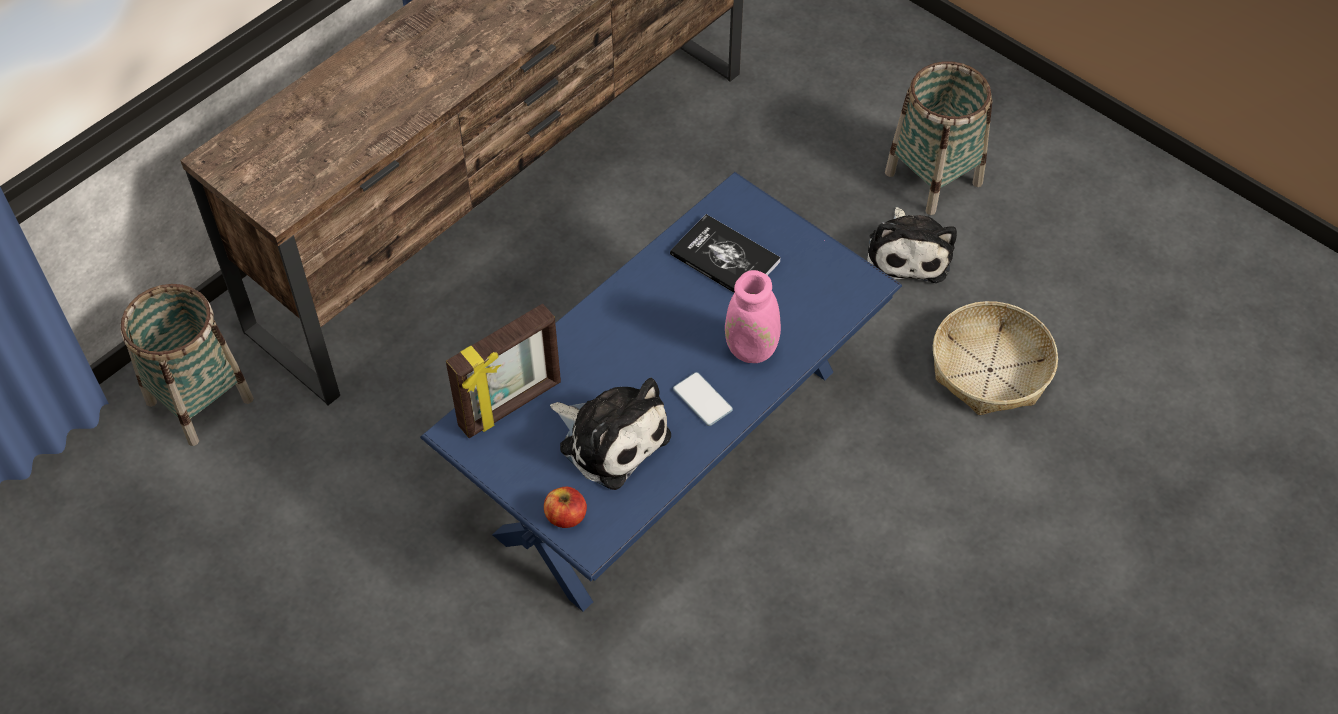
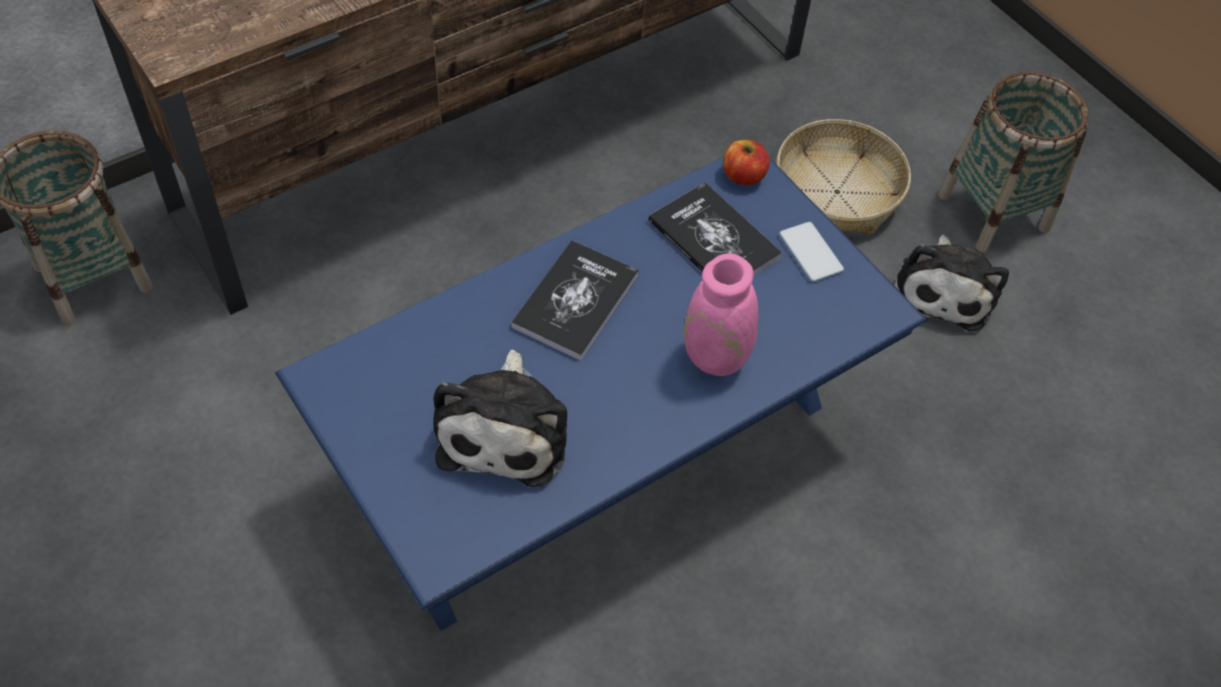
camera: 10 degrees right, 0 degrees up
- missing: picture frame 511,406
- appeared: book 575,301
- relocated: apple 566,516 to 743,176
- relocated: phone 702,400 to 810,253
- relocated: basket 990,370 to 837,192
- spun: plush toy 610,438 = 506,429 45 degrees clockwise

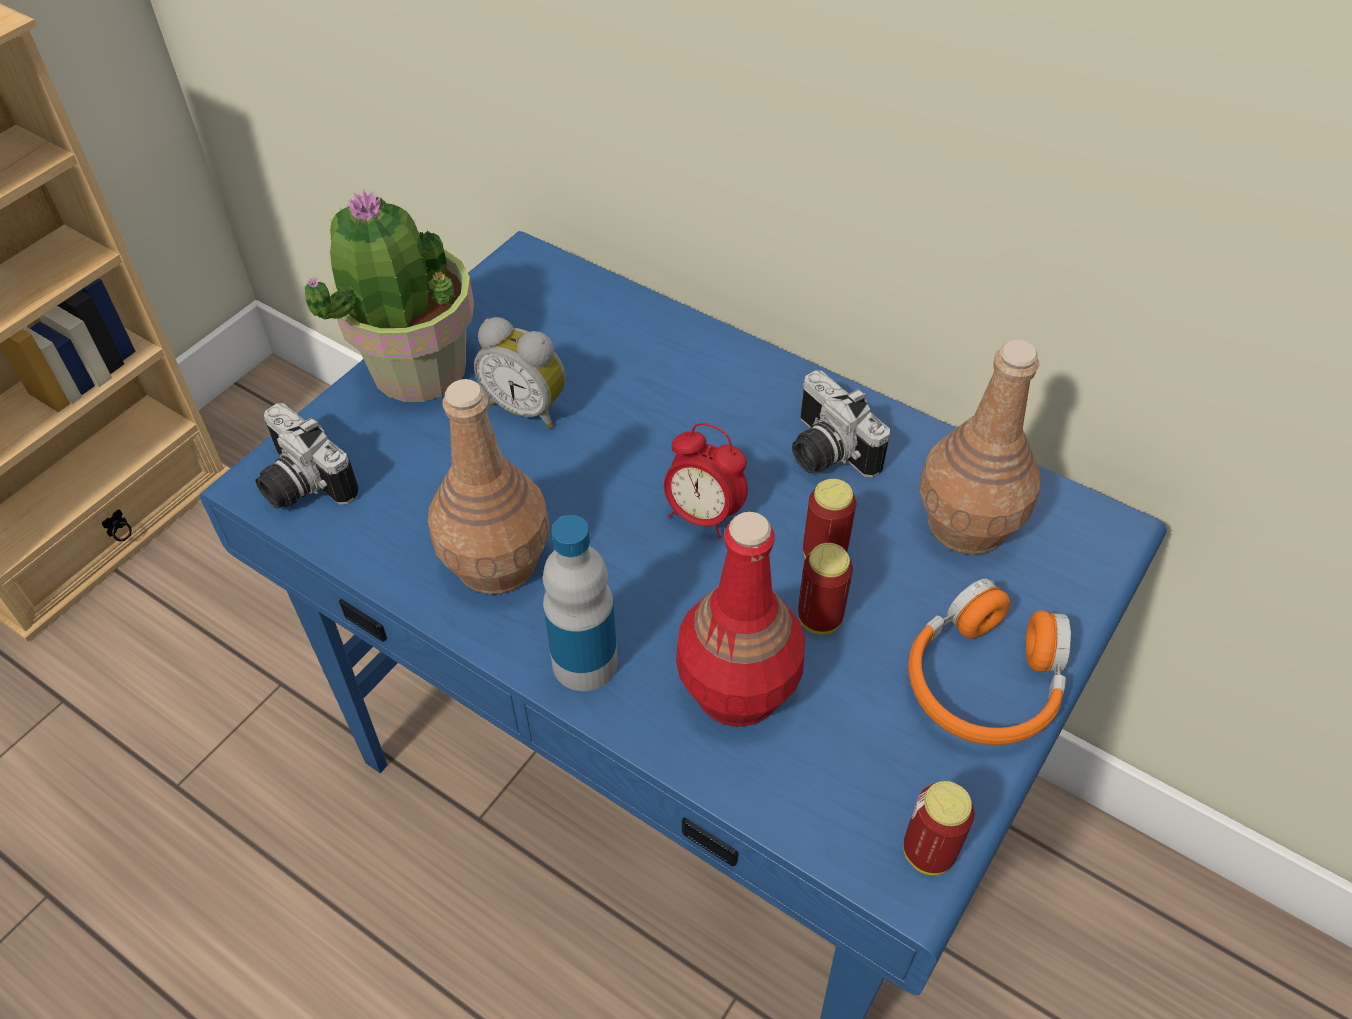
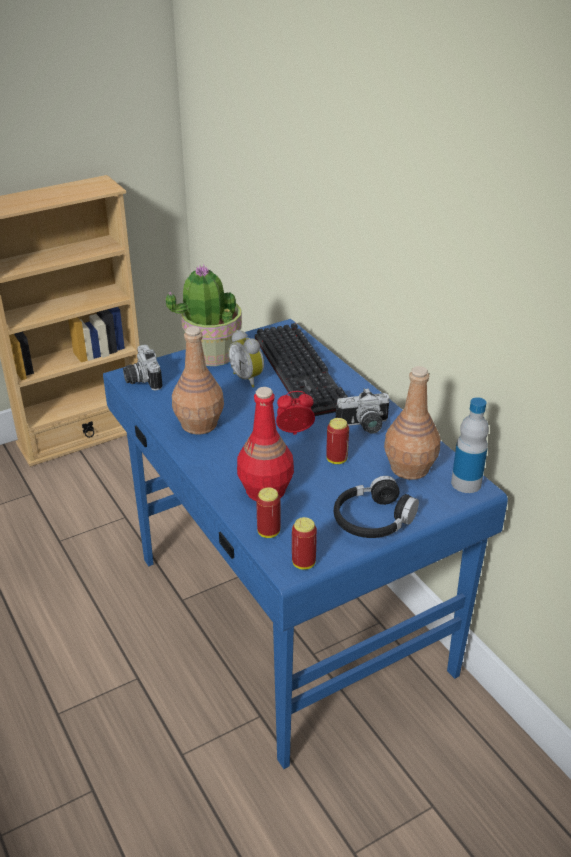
camera: 25 degrees right, 15 degrees down
- appeared: keyboard 303,373
- relocated: bottle 584,662 to 466,483
- relocated: can 819,618 to 268,532
- colour: orange headphones 984,680 to black headphones 373,520
- spun: alarm clock 703,515 = 294,433 120 degrees clockwise
- spun: photo camera 824,452 = 364,426 90 degrees counterclockwise

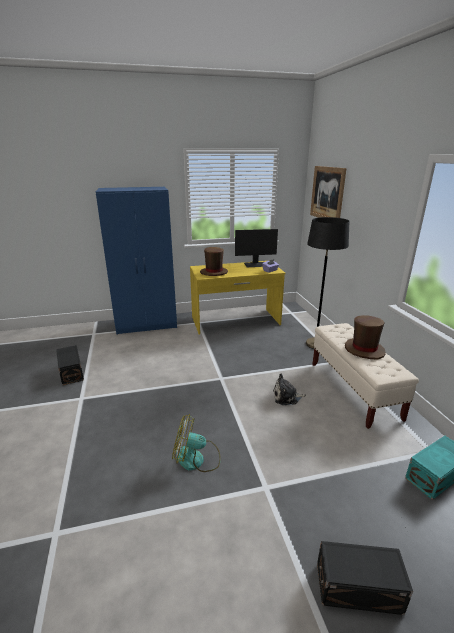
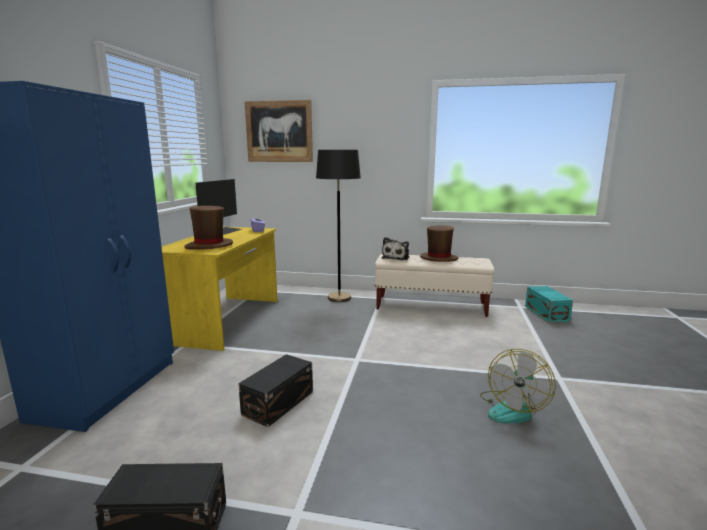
camera: 65 degrees left, 10 degrees down
- relocated: plush toy 287,397 to 396,258
- relocated: black storage box 359,589 to 280,402

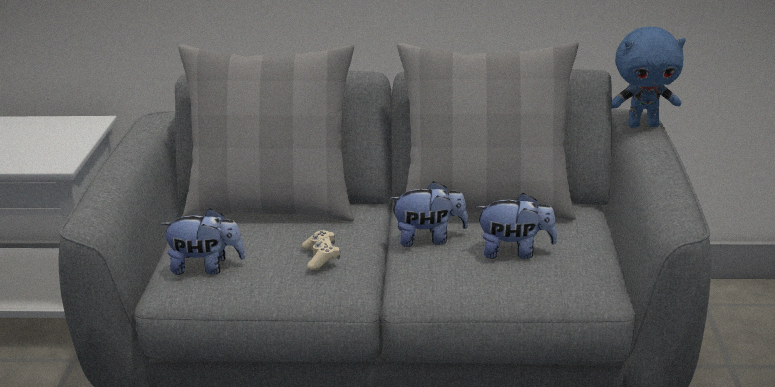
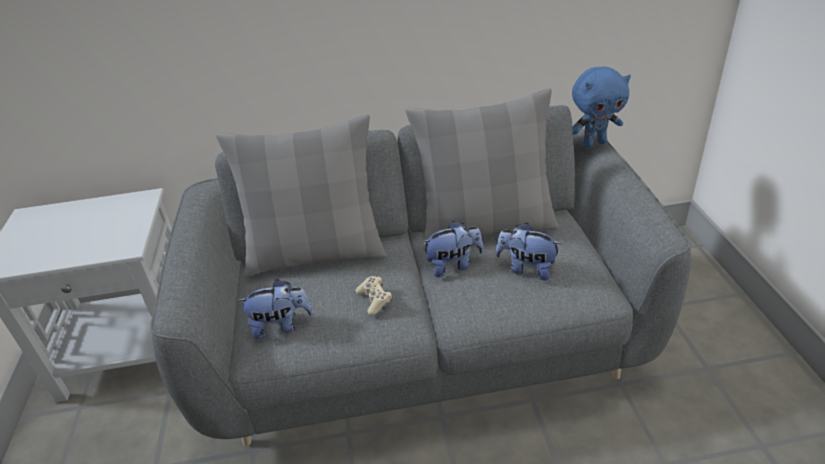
camera: 10 degrees left, 10 degrees up
- spun: plush toy 515,252 = 526,268 150 degrees counterclockwise

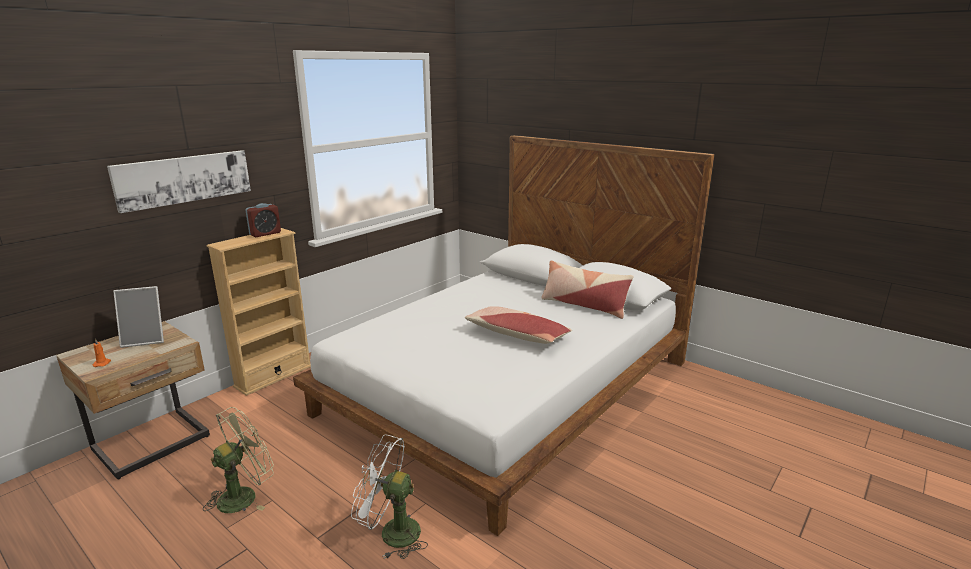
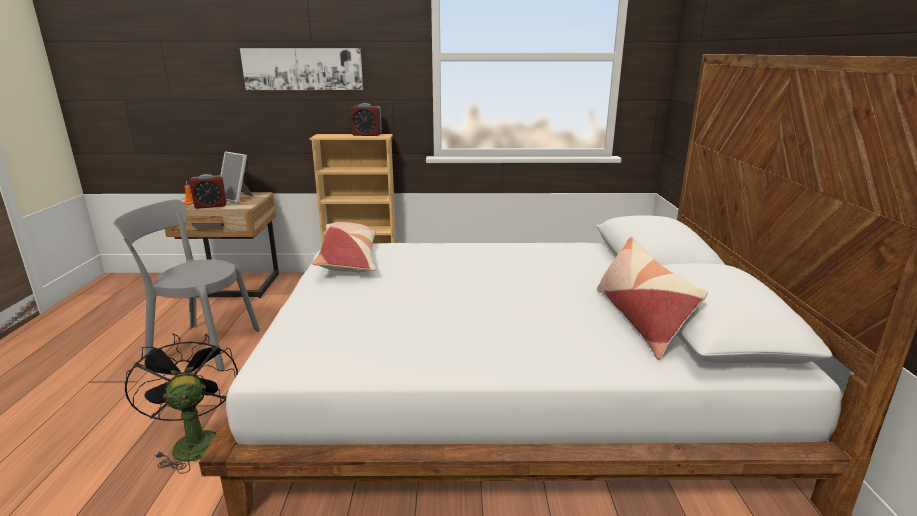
camera: 50 degrees right, 0 degrees up
- appeared: alarm clock 211,206
- relocated: pillow 516,335 to 349,258
- exchanged: green fan 244,495 to grey chair 200,347
- colour: white fan 391,533 to black fan 194,441

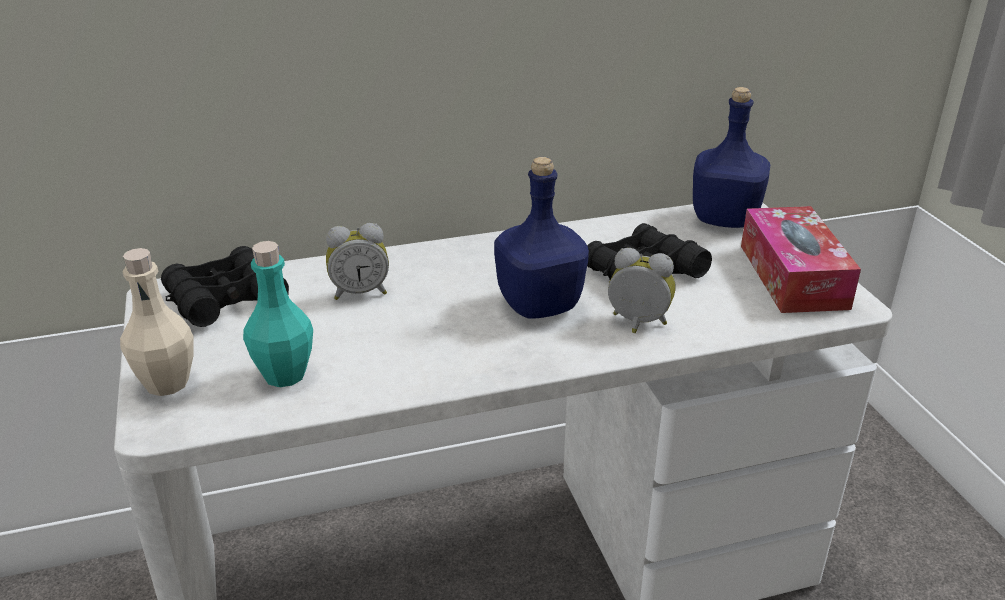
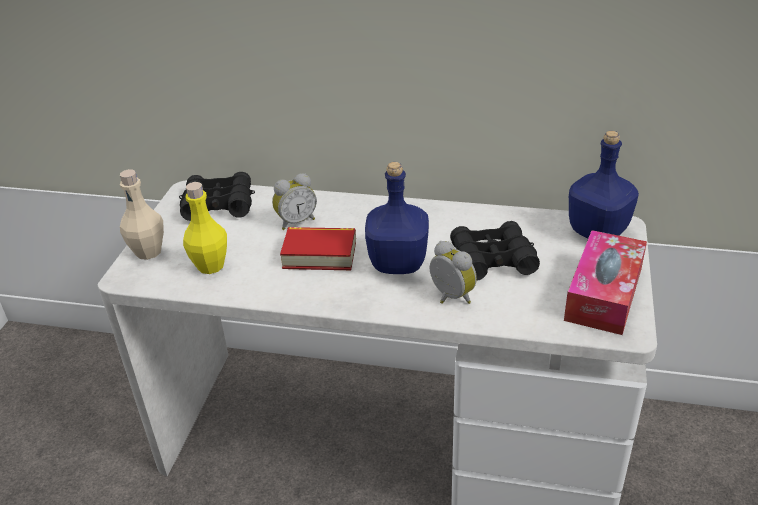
camera: 30 degrees right, 5 degrees up
- appeared: book 320,254
- colour: turquoise bottle 284,375 to yellow bottle 210,266
- spun: alarm clock 360,292 = 296,221 45 degrees counterclockwise

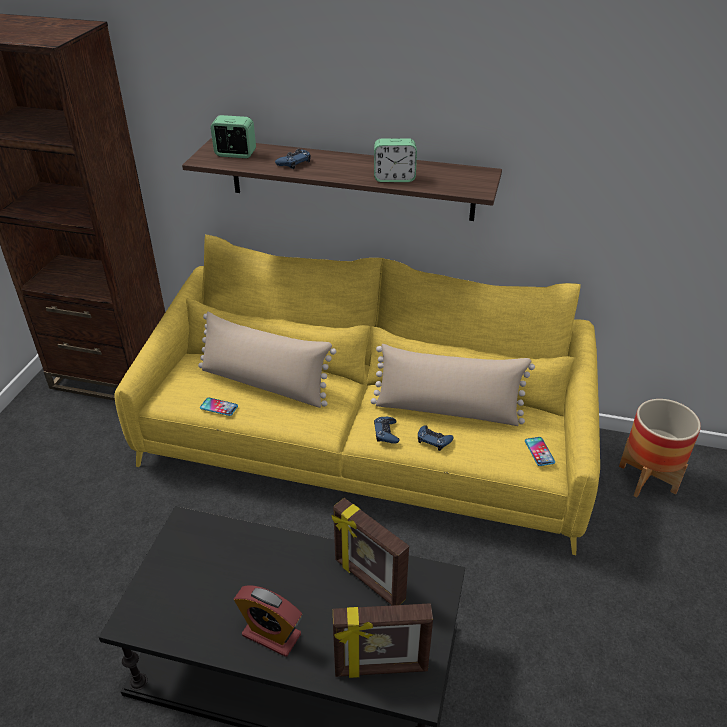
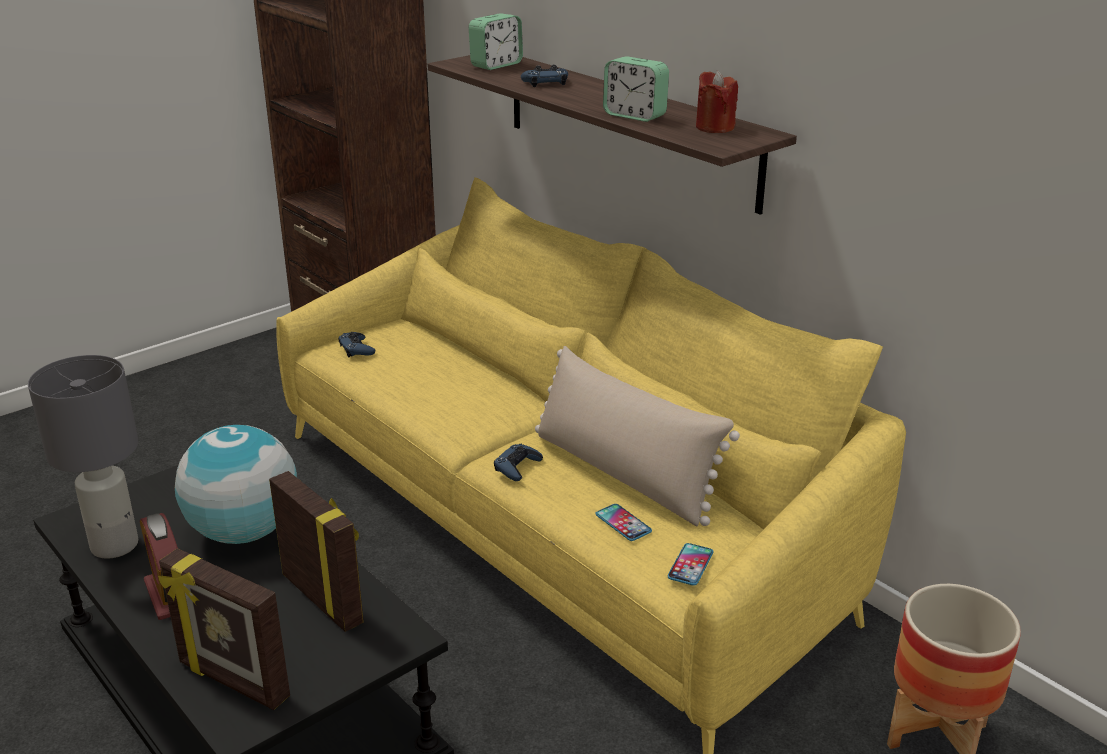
camera: 35 degrees right, 10 degrees down
- missing: beige pillow 264,383
- appeared: grey table lamp 115,544
- appeared: globe 245,532
- appeared: red candle 714,127
- relocated: phone 219,407 to 623,523
- relocated: blue game controller 433,440 to 356,349
- spun: alarm clock 235,154 = 496,65 90 degrees clockwise
- spun: picture frame 368,580 = 324,598 150 degrees clockwise

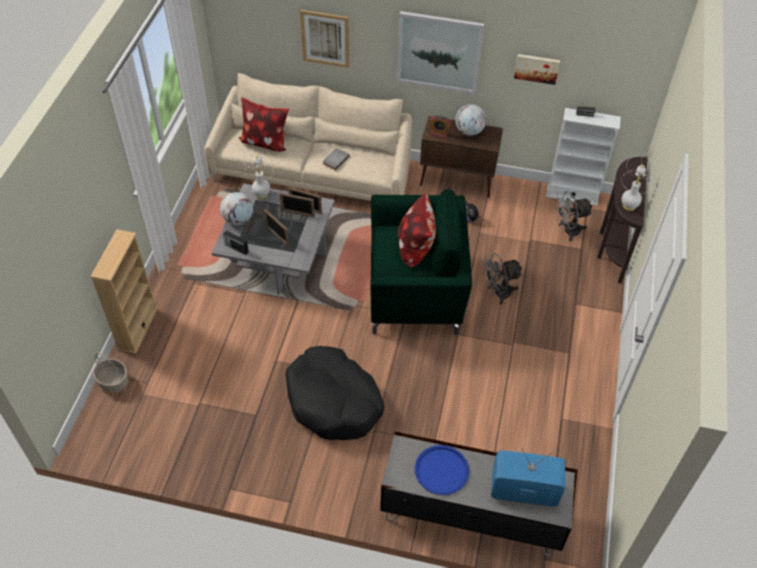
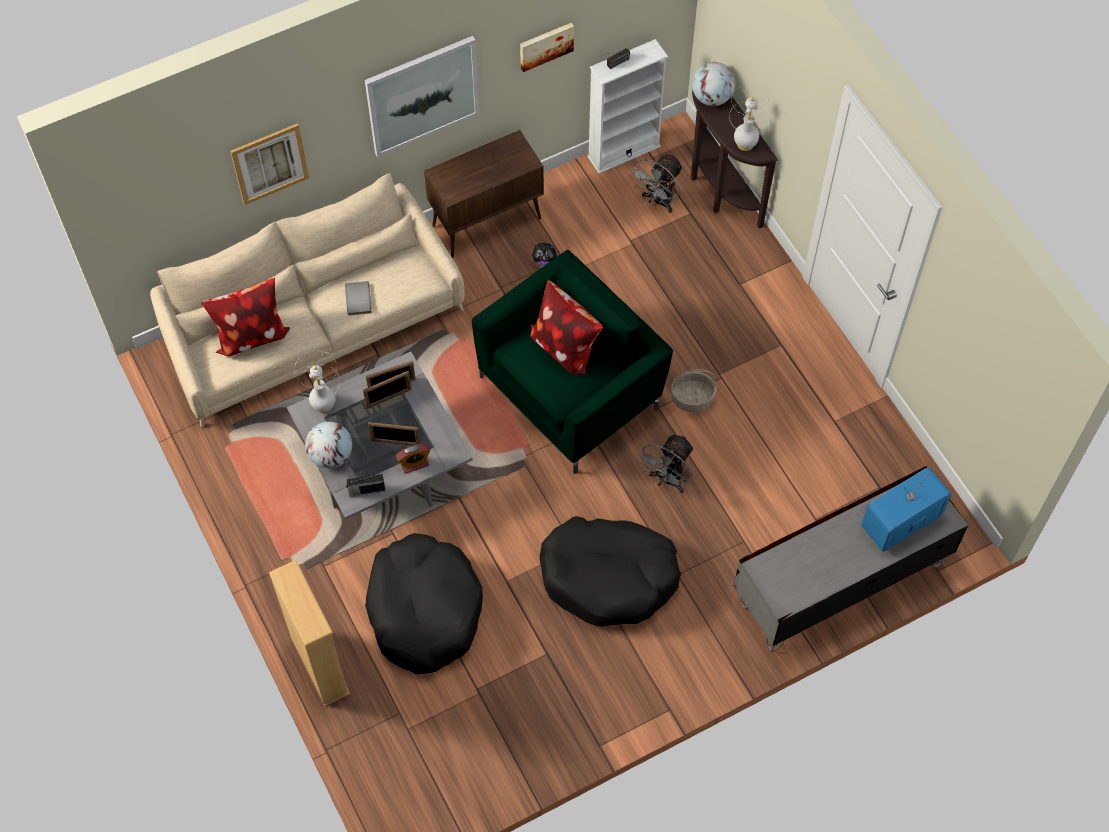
camera: 40 degrees left, 10 degrees up
- missing: blue tray 441,470
- appeared: black dog bed 424,609
- relocated: basket 114,381 to 692,398
- relocated: alarm clock 439,133 to 414,464
- relocated: globe 469,131 to 712,97
- relocated: grey fan 498,293 to 667,480

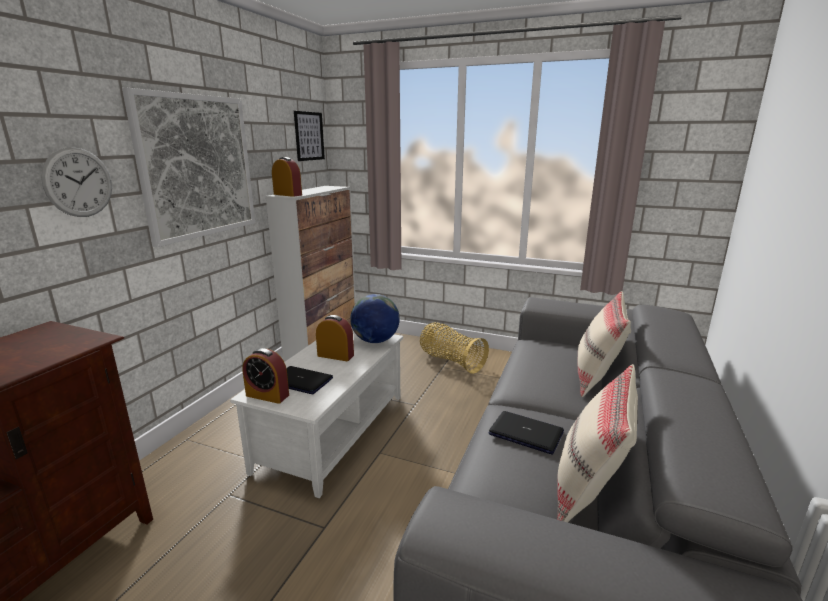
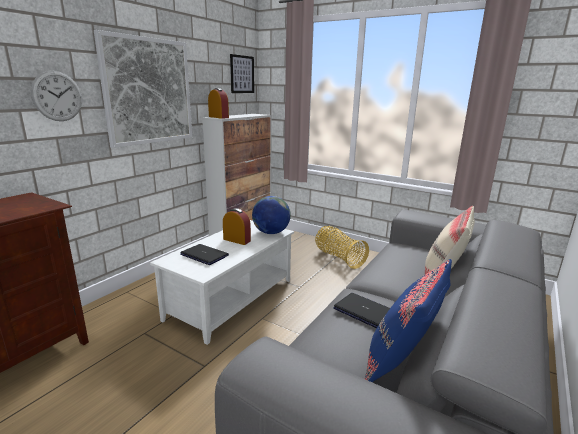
camera: 10 degrees right, 0 degrees up
- missing: alarm clock 267,395
- colour: beige pillow 589,491 to blue pillow 401,362

